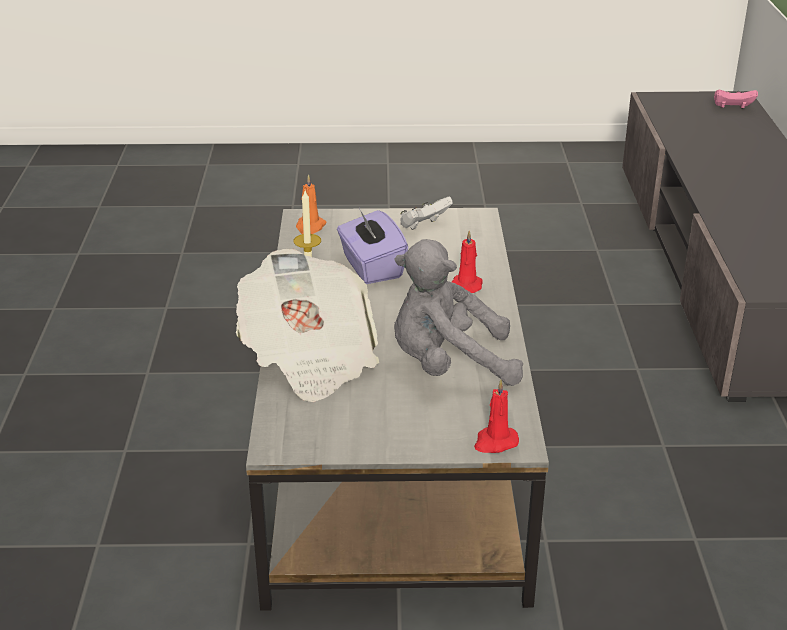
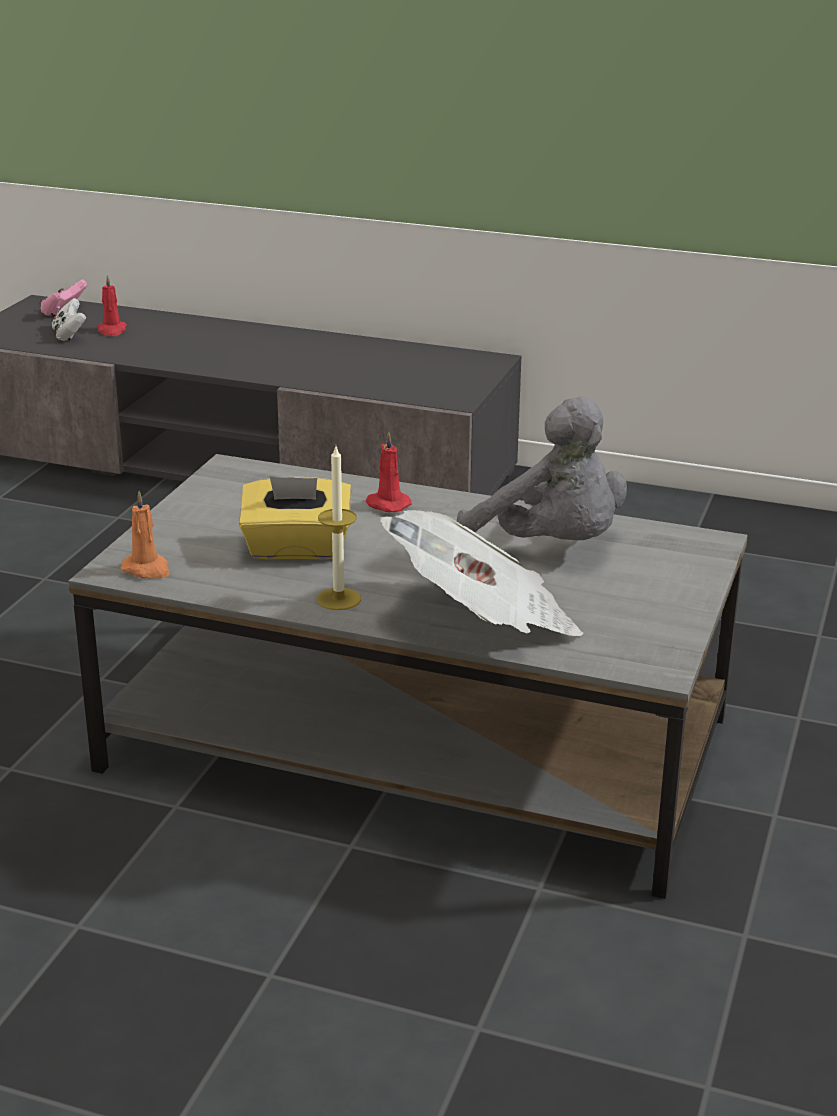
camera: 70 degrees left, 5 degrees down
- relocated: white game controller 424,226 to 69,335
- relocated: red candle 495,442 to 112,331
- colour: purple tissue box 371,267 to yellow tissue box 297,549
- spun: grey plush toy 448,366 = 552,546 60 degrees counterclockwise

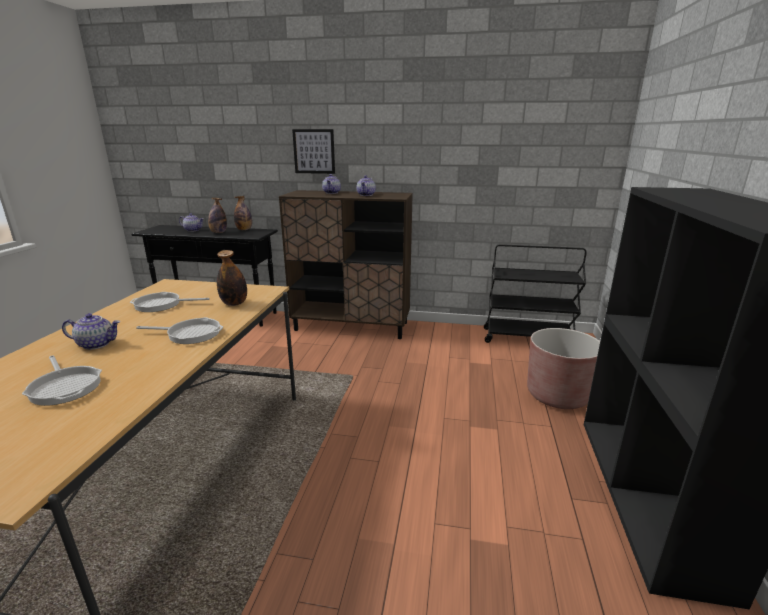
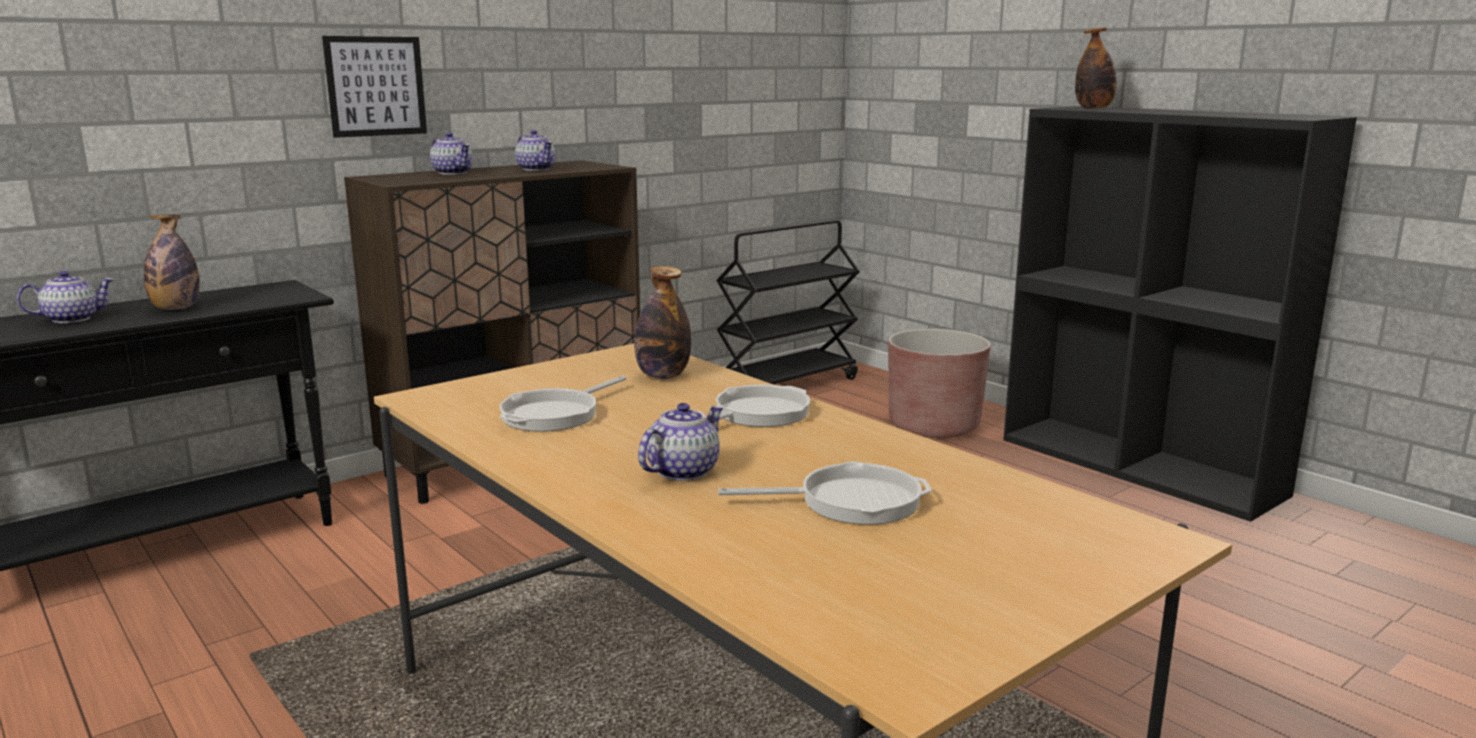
camera: 50 degrees left, 5 degrees down
- relocated: bottle 244,230 to 1093,109

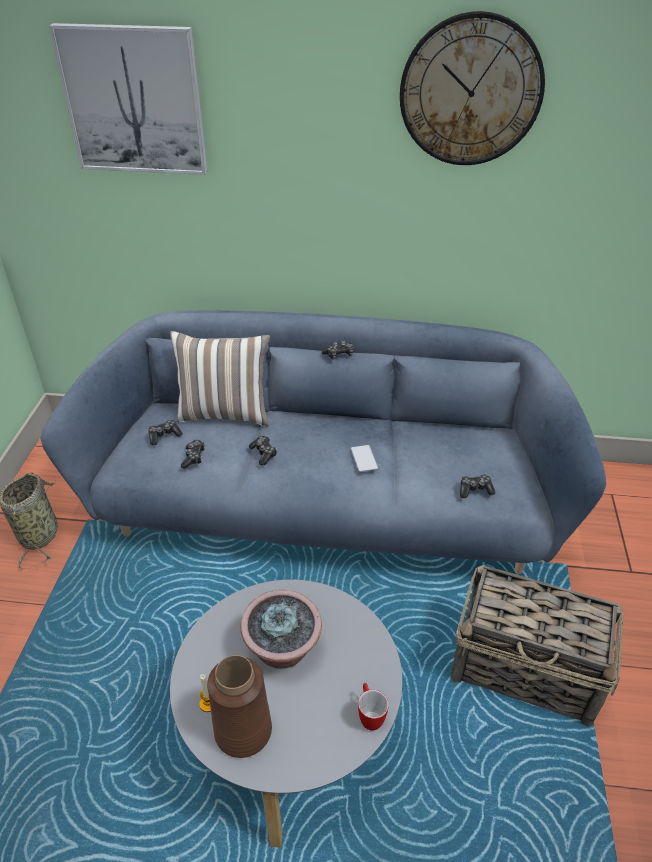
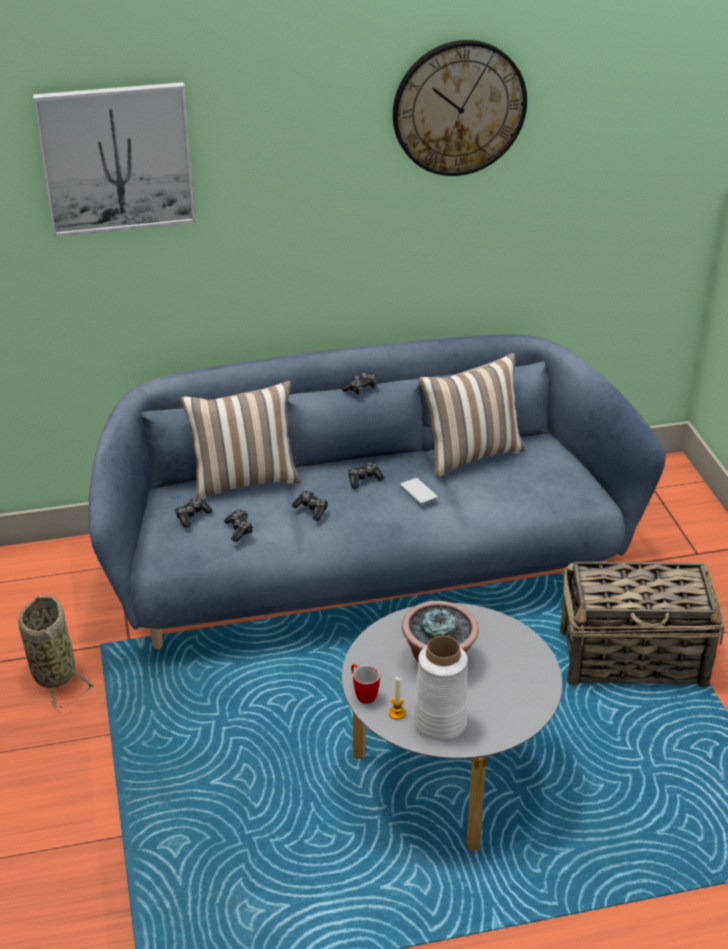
camera: 20 degrees left, 5 degrees down
- appeared: pillow 471,454
- relocated: mug 369,715 to 363,694
- relocated: game controller 475,490 to 364,479
- colour: brown vase 243,731 to white vase 440,723

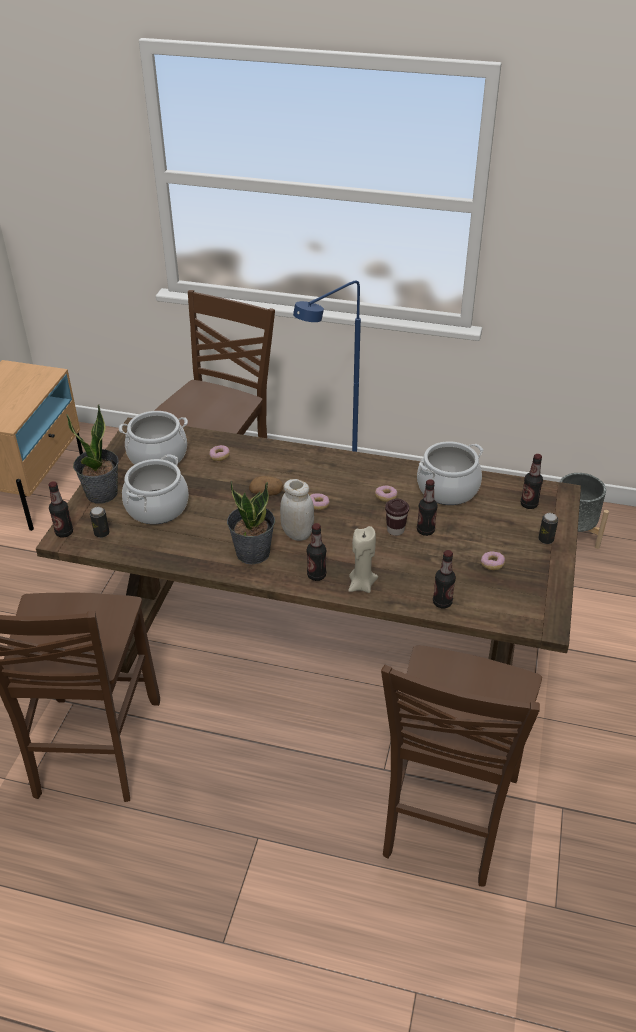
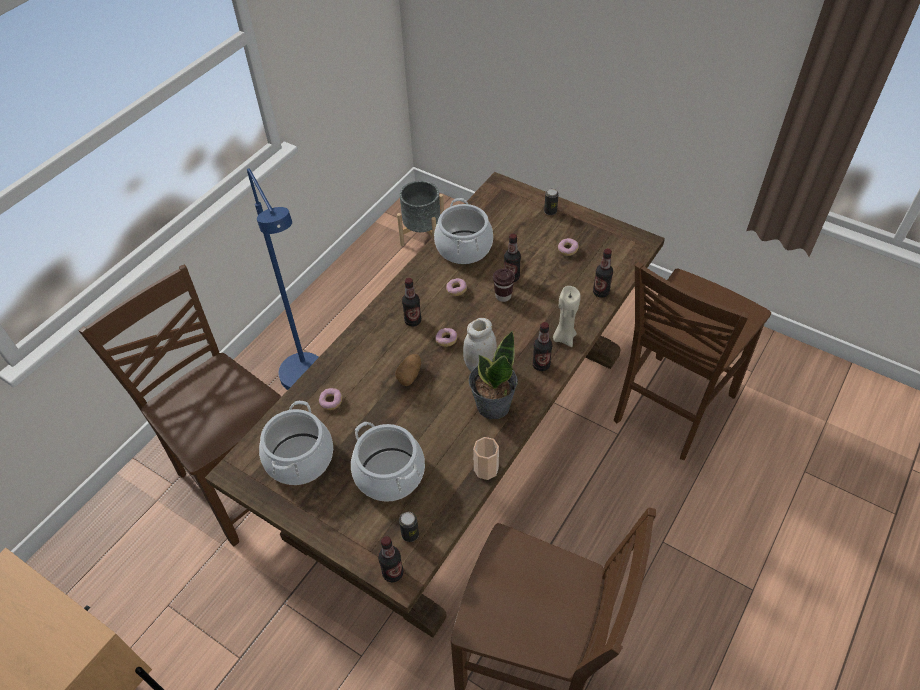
camera: 70 degrees left, 10 degrees up
- missing: potted plant 102,493
- appeared: cup 486,469
- relocated: bottle 529,504 to 413,321
- spun: brown chair 446,817 = 670,408 90 degrees clockwise

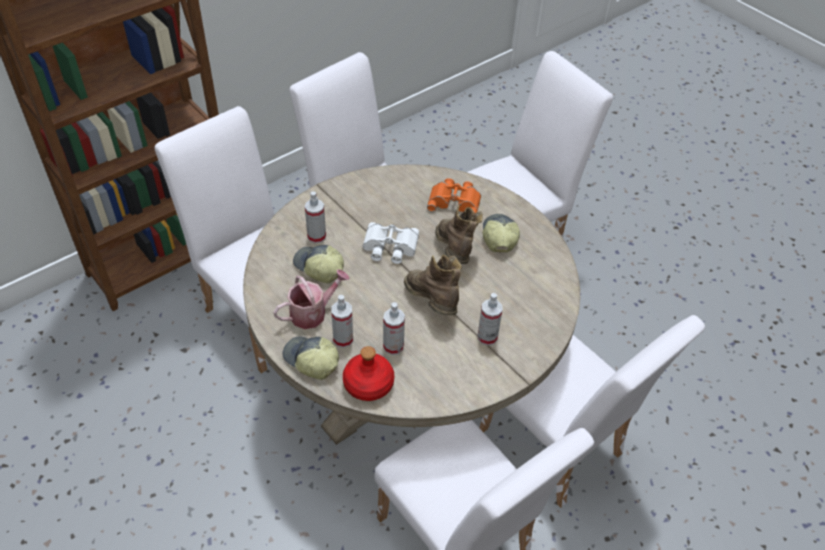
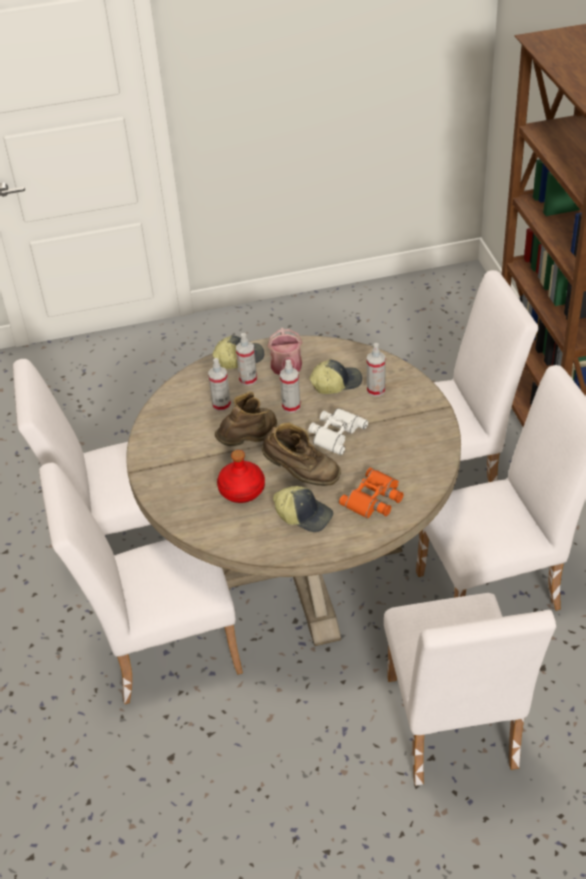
camera: 120 degrees right, 5 degrees down
- relocated: red bottle 368,385 to 241,490
- relocated: spray bottle 487,337 to 291,406
- spun: brown boot 432,304 = 250,441 45 degrees counterclockwise

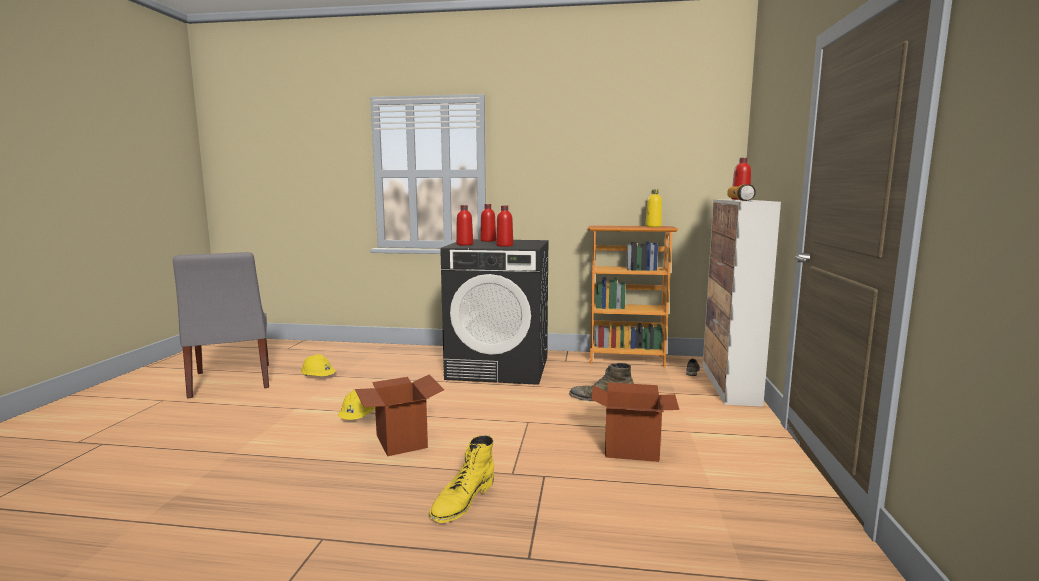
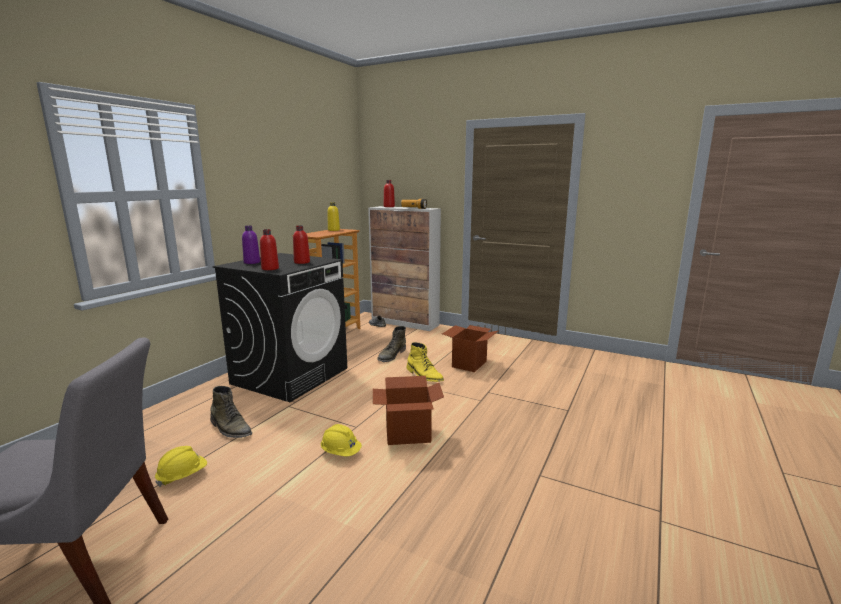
camera: 70 degrees left, 5 degrees up
- appeared: green boot 230,428
- relocated: yellow boot 462,500 to 424,375
- colour: red bottle 488,241 to purple bottle 252,262

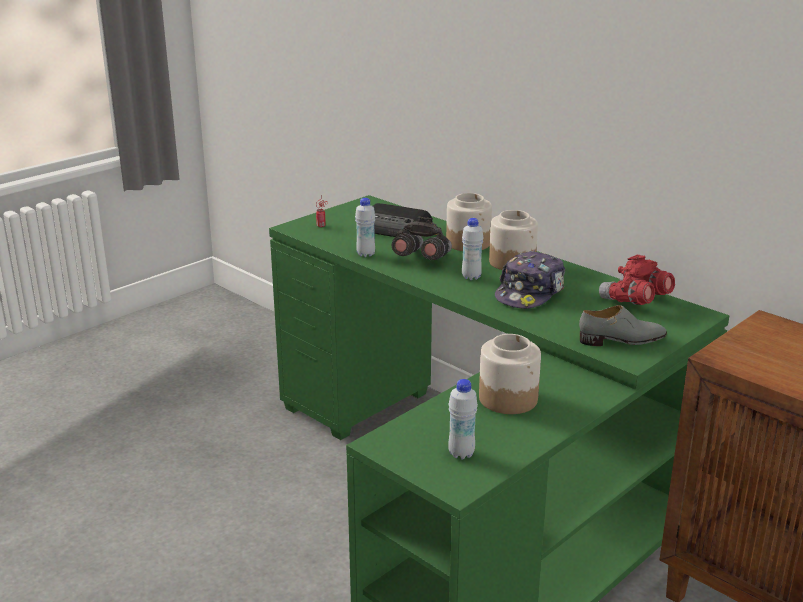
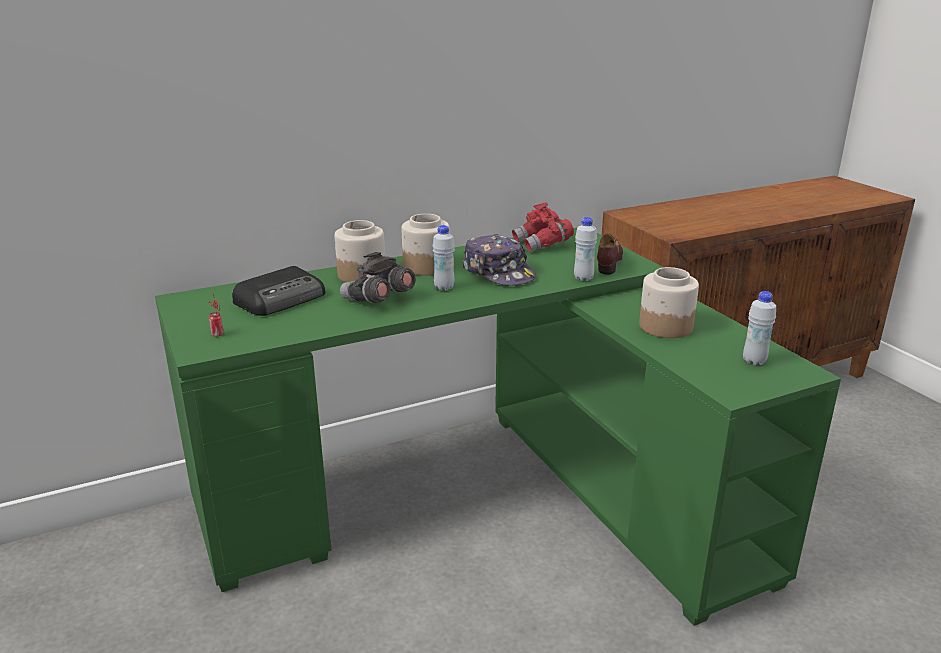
camera: 70 degrees left, 0 degrees up
- relocated: white bottle 365,254 to 583,278
- colour: grey shoe 622,340 to brown shoe 609,262

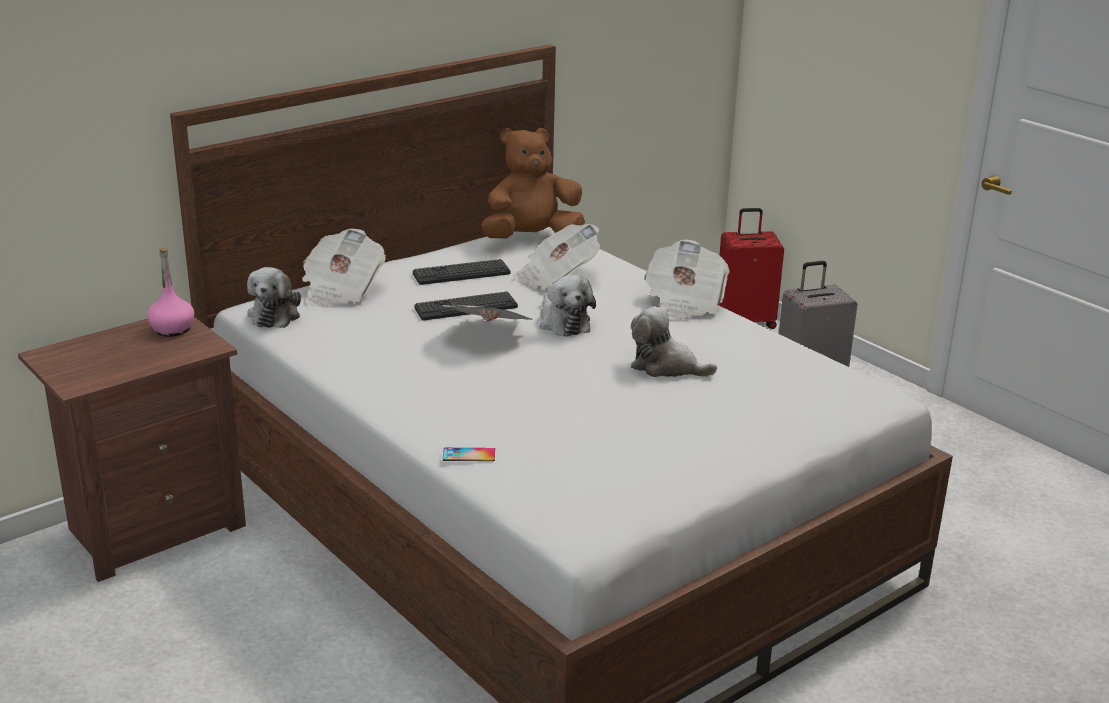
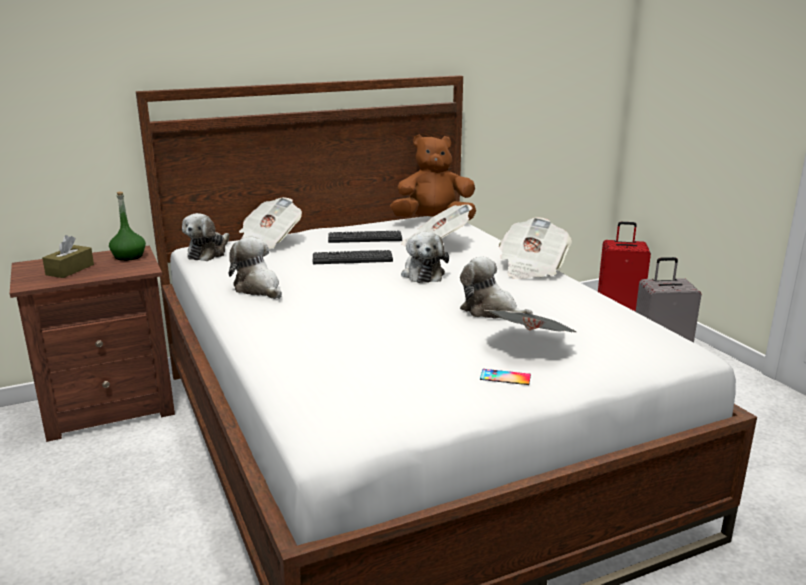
camera: 15 degrees right, 5 degrees down
- appeared: brown tissue box 70,270
- appeared: plush toy 258,288
- relocated: newspaper 490,335 to 531,344
- relocated: phone 469,455 to 505,377
- colour: pink bottle 172,329 to green bottle 129,256

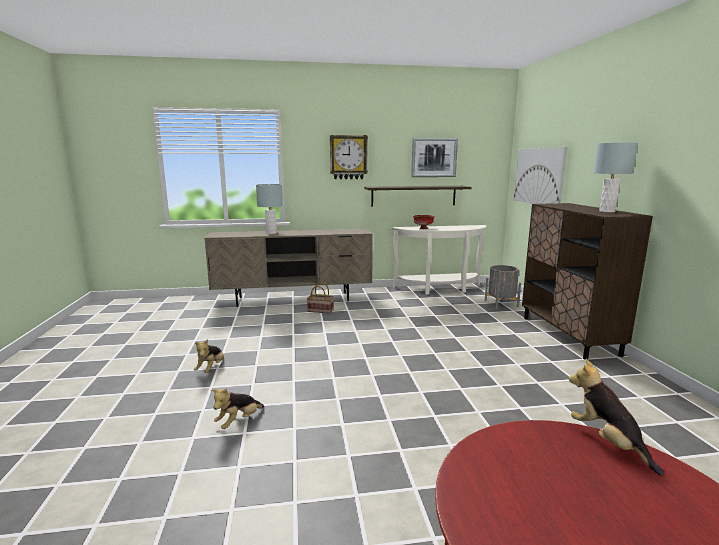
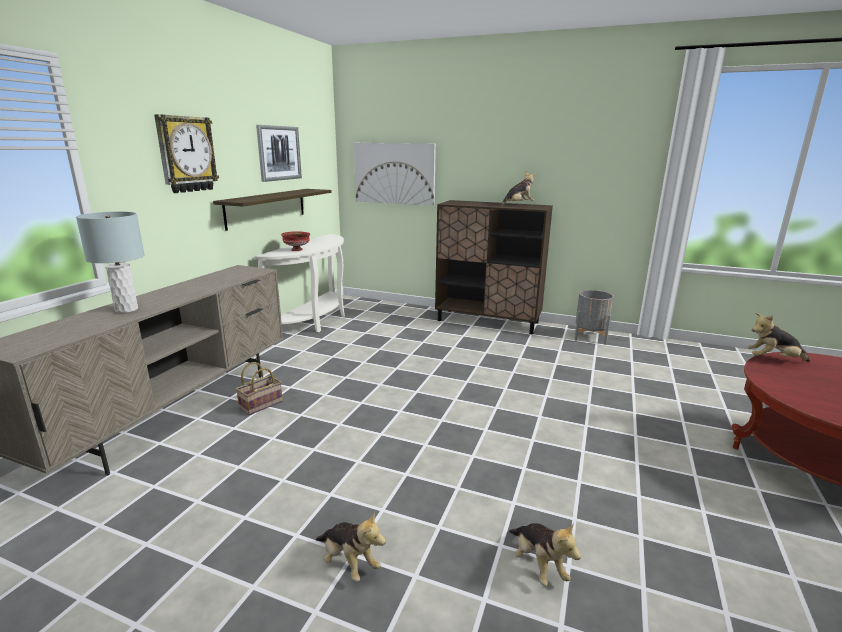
camera: 60 degrees left, 5 degrees up
- relocated: grey planter 501,304 to 590,337
- exchanged: grey table lamp 606,211 to plush toy 518,205

